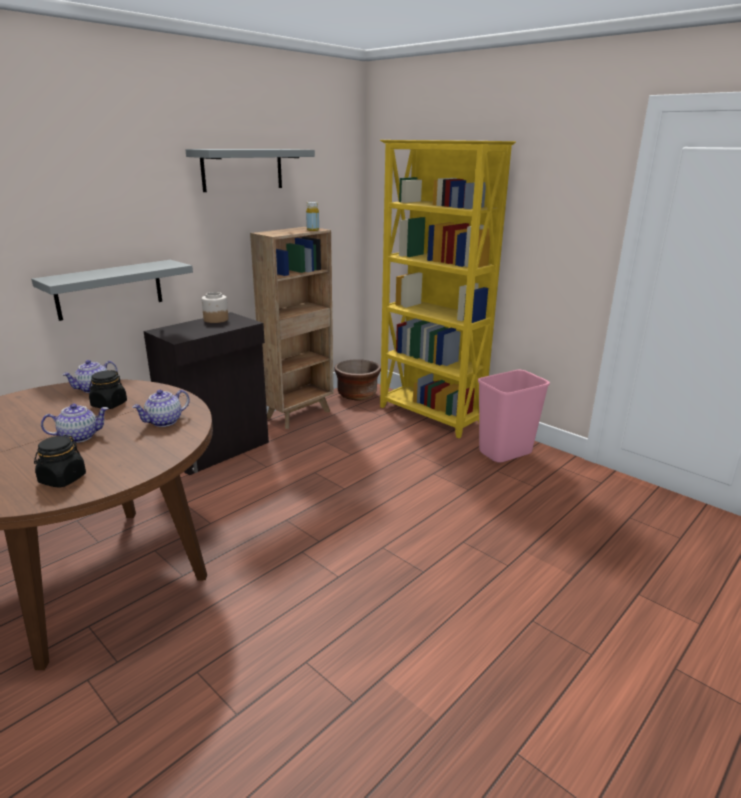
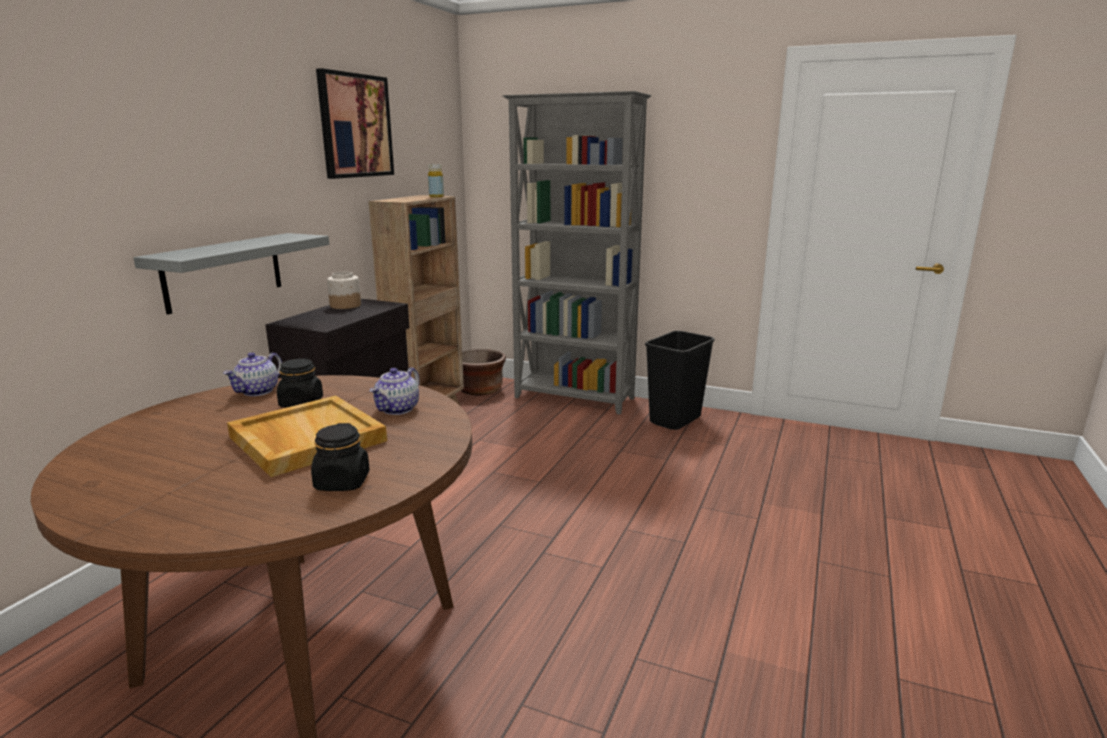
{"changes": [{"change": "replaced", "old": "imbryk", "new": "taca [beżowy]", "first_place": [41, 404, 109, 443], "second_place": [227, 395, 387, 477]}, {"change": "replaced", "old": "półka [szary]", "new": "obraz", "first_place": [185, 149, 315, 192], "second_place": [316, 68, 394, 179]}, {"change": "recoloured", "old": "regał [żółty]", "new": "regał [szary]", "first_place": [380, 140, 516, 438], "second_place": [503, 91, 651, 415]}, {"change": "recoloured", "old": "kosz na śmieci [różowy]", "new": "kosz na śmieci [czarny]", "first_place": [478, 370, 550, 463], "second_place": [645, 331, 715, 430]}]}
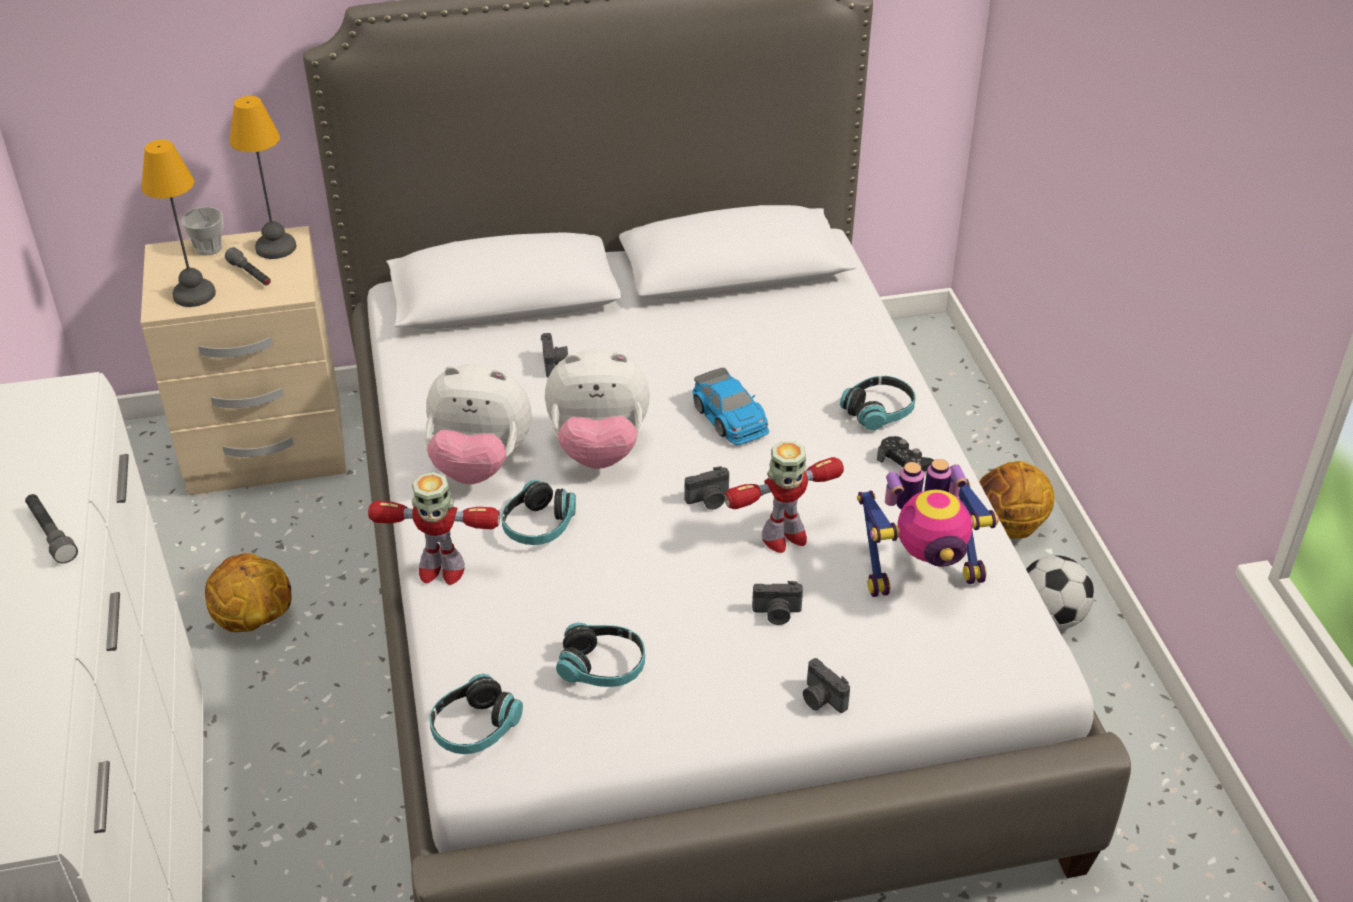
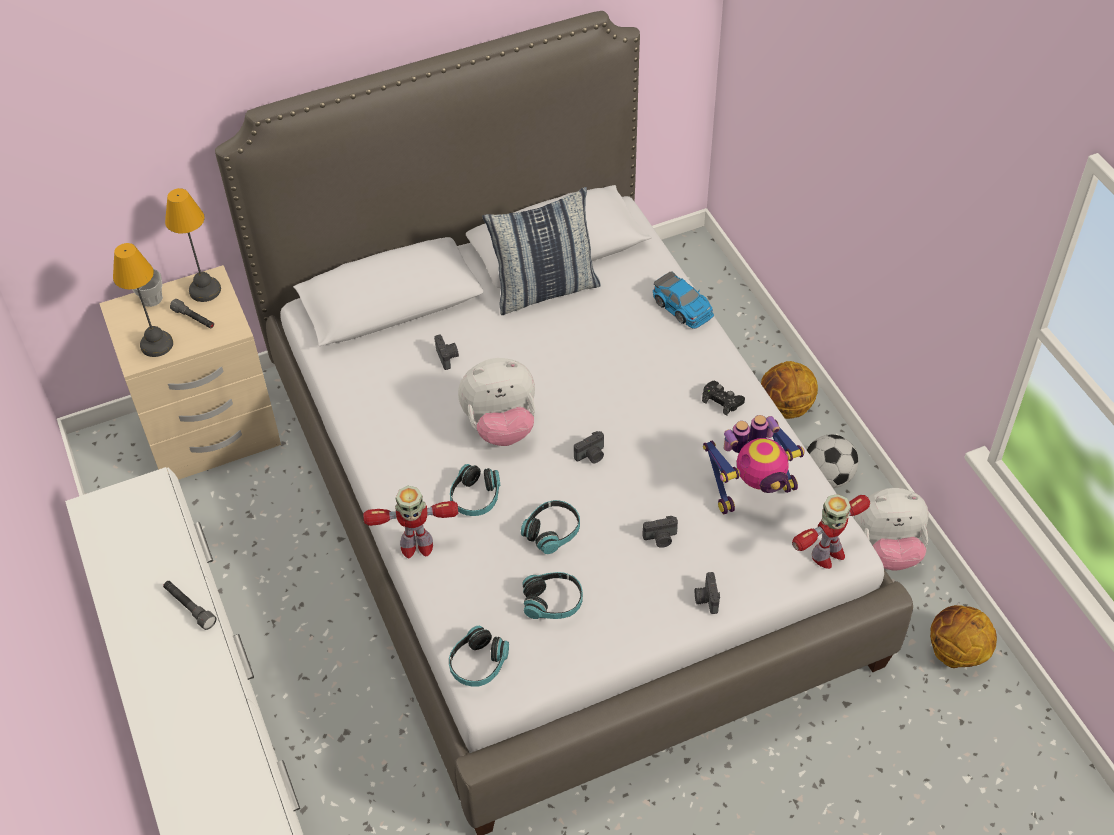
{"changes": [{"change": "added", "new": "poduszka", "second_place": [483, 187, 601, 315]}, {"change": "moved", "old": "słuchawki", "first_place": [840, 376, 916, 430], "second_place": [521, 500, 580, 554]}, {"change": "moved", "old": "samochodzik", "first_place": [692, 368, 769, 445], "second_place": [653, 271, 714, 329]}, {"change": "turned", "old": "aparat fotograficzny", "first_place": [803, 658, 850, 713], "second_place": [695, 572, 720, 614], "degrees": 45}, {"change": "moved", "old": "robot zabawkowy", "first_place": [724, 441, 844, 553], "second_place": [792, 494, 870, 569]}, {"change": "moved", "old": "pluszak", "first_place": [425, 363, 531, 484], "second_place": [855, 488, 929, 571]}, {"change": "moved", "old": "piłka do koszykówki", "first_place": [205, 553, 292, 632], "second_place": [930, 605, 997, 668]}]}
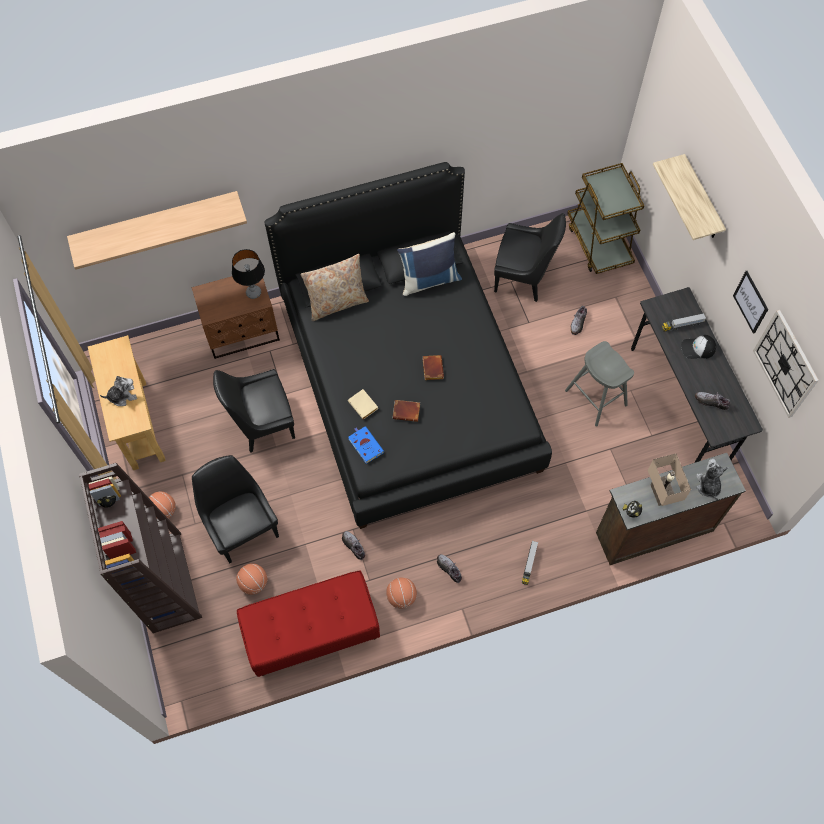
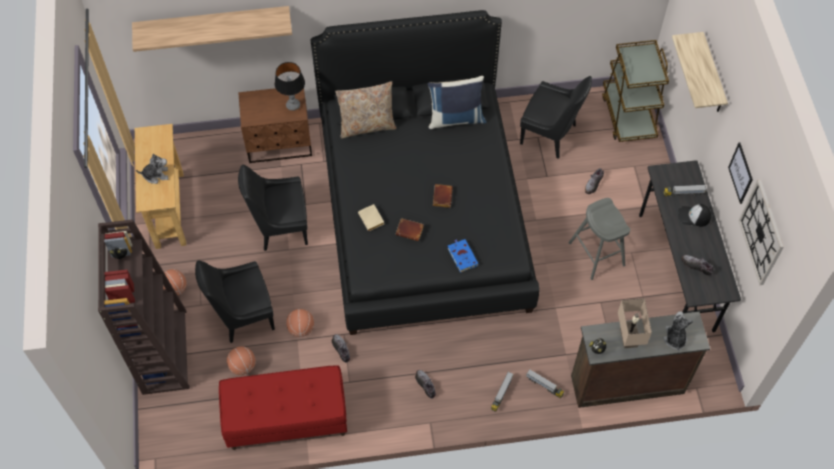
{"changes": [{"change": "turned", "old": "krzesło [czarny]", "first_place": [192, 455, 279, 563], "second_place": [195, 260, 275, 343], "degrees": -90}, {"change": "moved", "old": "piłka do koszykówki", "first_place": [386, 577, 417, 608], "second_place": [286, 309, 314, 337]}, {"change": "moved", "old": "książka [niebieski]", "first_place": [348, 426, 384, 464], "second_place": [448, 239, 479, 273]}, {"change": "added", "new": "ciężarówka zabawkowa", "second_place": [526, 369, 564, 398]}]}
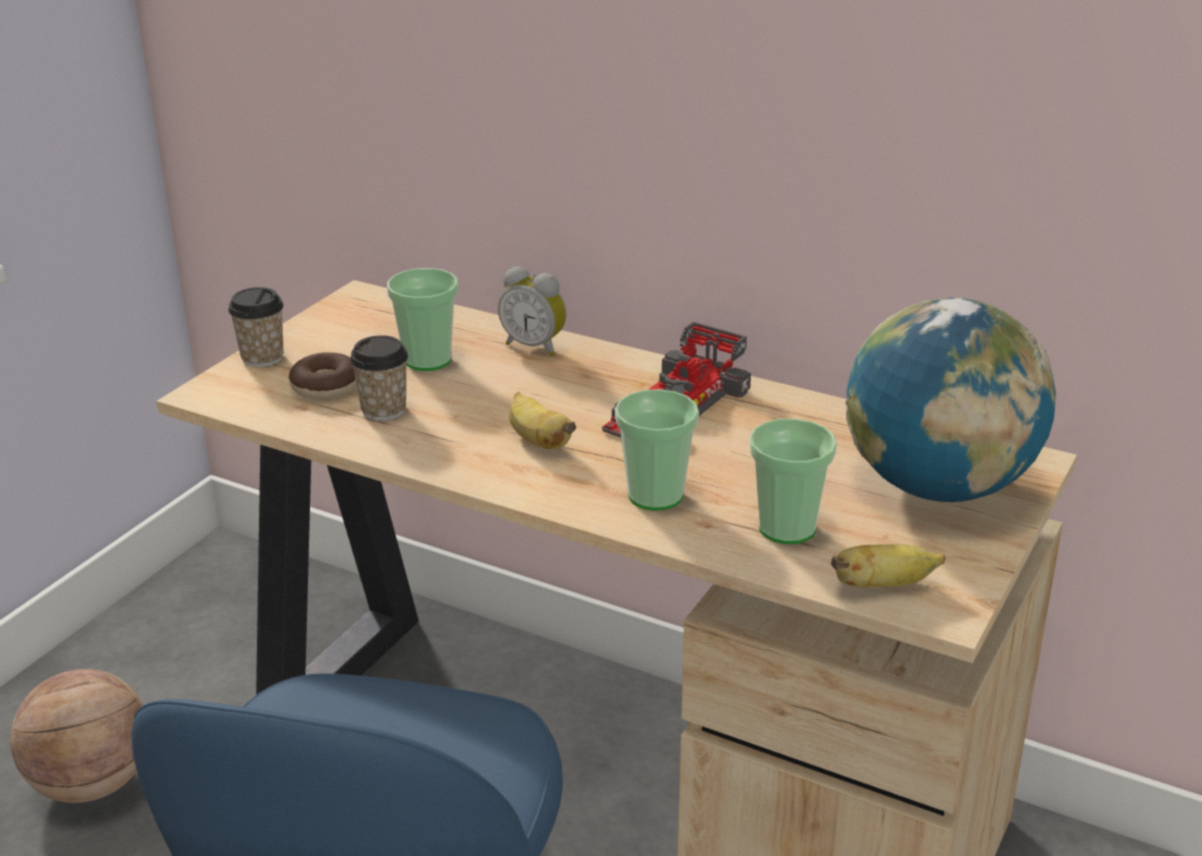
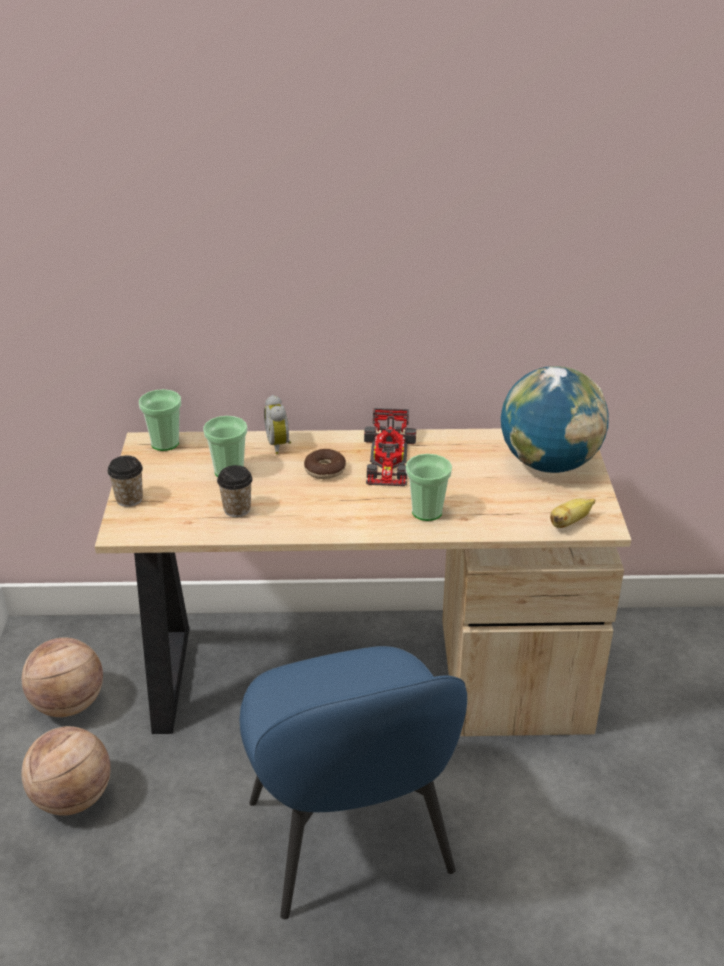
{"changes": [{"change": "added", "new": "piłka do koszykówki", "second_place": [22, 638, 103, 717]}, {"change": "moved", "old": "filiżanka", "first_place": [749, 419, 837, 544], "second_place": [139, 389, 181, 451]}, {"change": "turned", "old": "budzik", "first_place": [498, 266, 567, 356], "second_place": [264, 395, 291, 454], "degrees": 75}, {"change": "moved", "old": "donut", "first_place": [289, 352, 356, 399], "second_place": [304, 449, 346, 479]}, {"change": "removed", "old": "banan", "first_place": [509, 392, 576, 449]}]}
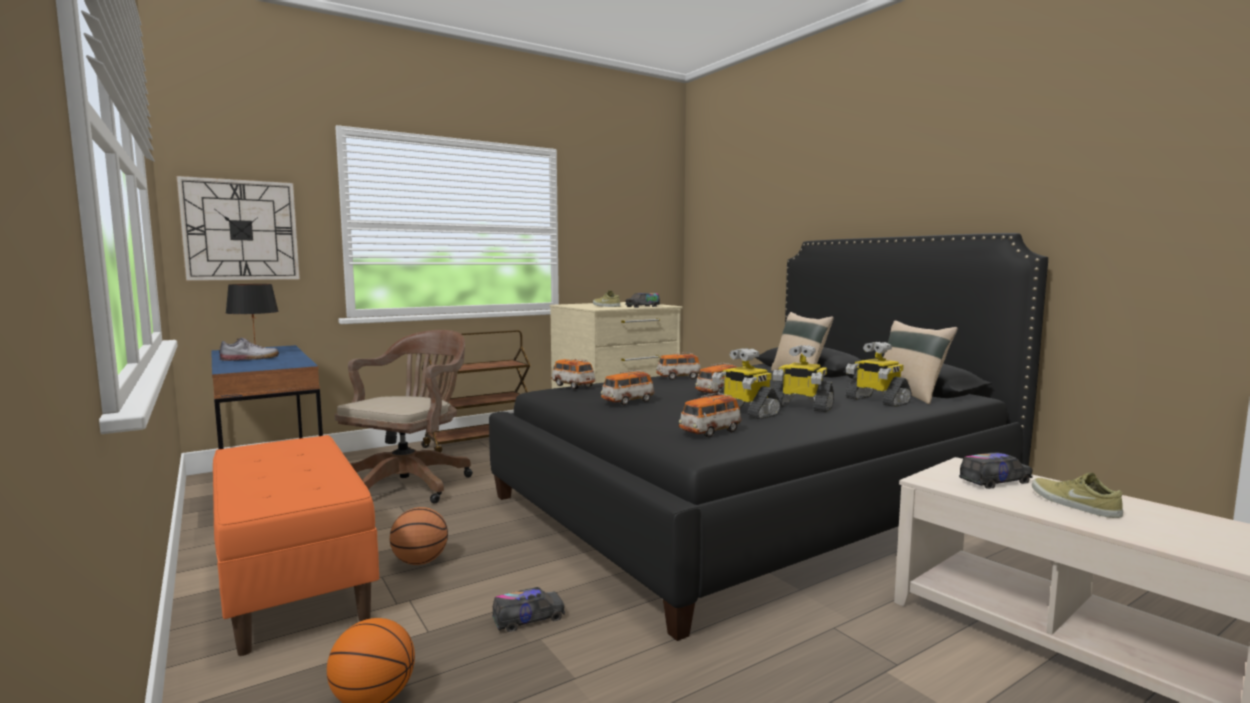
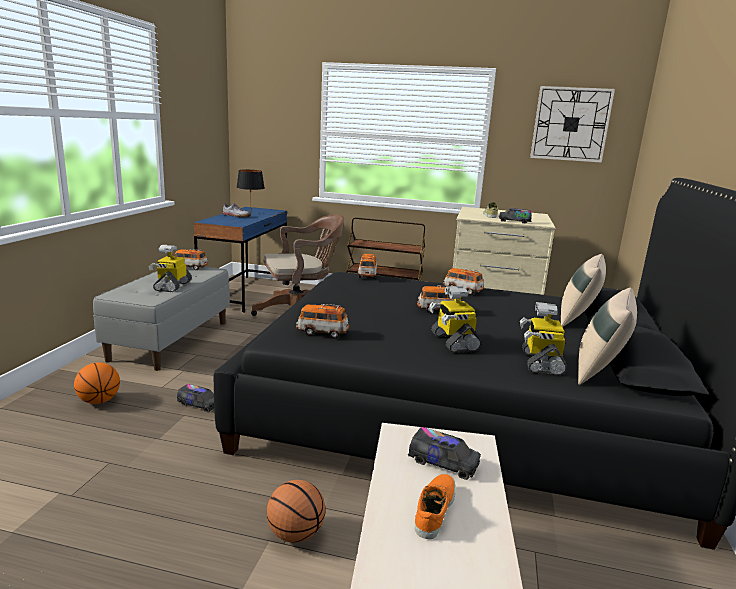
{"changes": [{"change": "recoloured", "old": "ławka [pomarańczowy]", "new": "ławka [szary]", "first_place": [213, 435, 379, 656], "second_place": [93, 266, 230, 371]}, {"change": "moved", "old": "robot zabawkowy", "first_place": [712, 348, 781, 420], "second_place": [149, 245, 192, 292]}, {"change": "moved", "old": "samochodzik", "first_place": [601, 369, 655, 405], "second_place": [174, 249, 208, 270]}, {"change": "moved", "old": "piłka do koszykówki", "first_place": [390, 507, 448, 565], "second_place": [267, 480, 325, 543]}, {"change": "recoloured", "old": "but [beżowy]", "new": "but [pomarańczowy]", "first_place": [1032, 473, 1123, 518], "second_place": [415, 474, 456, 539]}, {"change": "moved", "old": "zegar ścienny", "first_place": [177, 176, 300, 281], "second_place": [530, 86, 615, 163]}]}
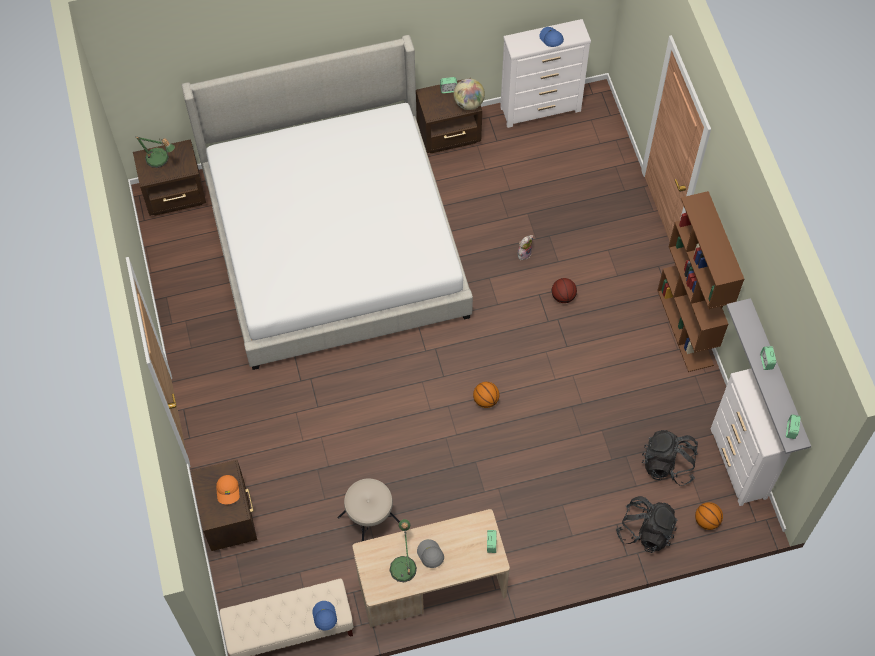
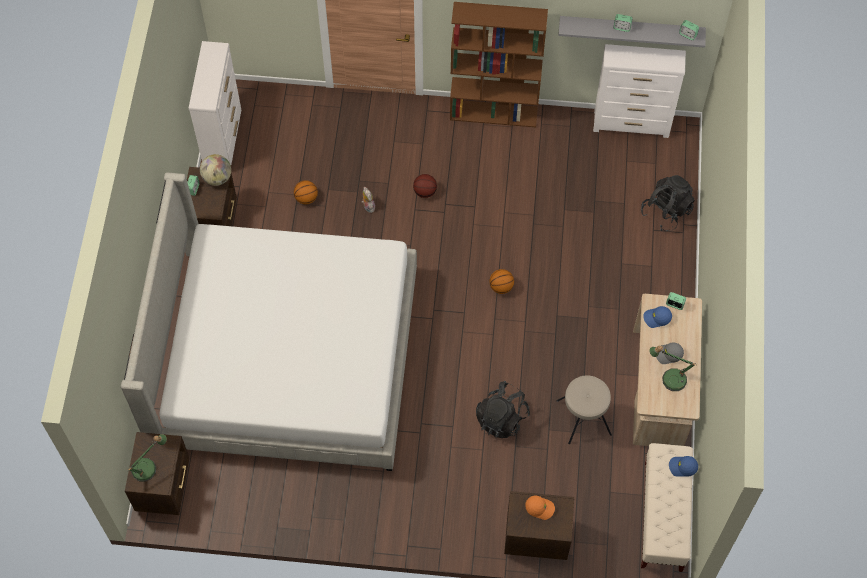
{"changes": [{"change": "moved", "old": "piłka do koszykówki", "first_place": [695, 502, 723, 530], "second_place": [294, 180, 318, 204]}, {"change": "moved", "old": "plecak [czarny]", "first_place": [642, 430, 698, 486], "second_place": [476, 381, 530, 438]}, {"change": "moved", "old": "czapka z daszkiem [niebieski]", "first_place": [539, 27, 564, 47], "second_place": [643, 306, 672, 328]}]}
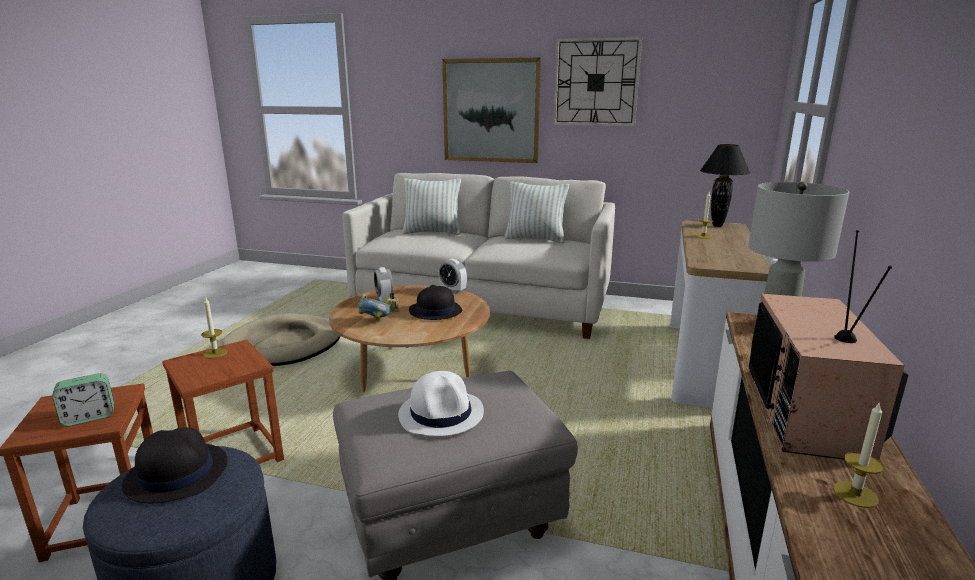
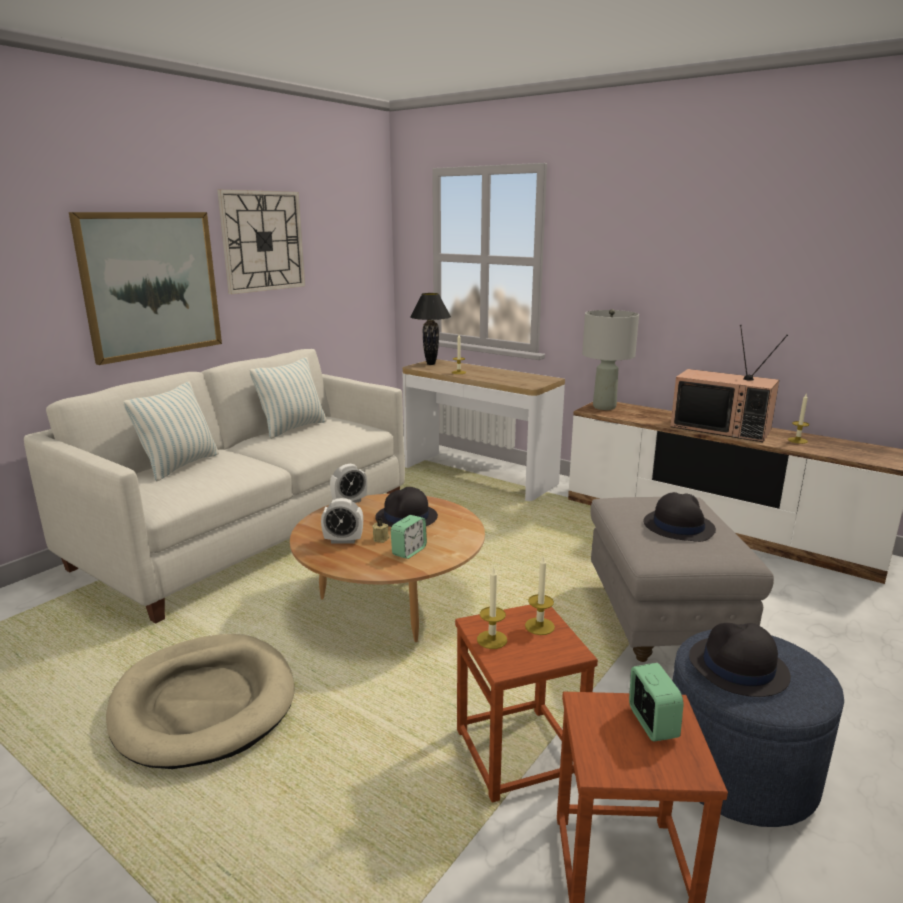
{"changes": [{"change": "replaced", "old": "miska", "new": "budzik", "first_place": [358, 294, 392, 320], "second_place": [391, 515, 427, 559]}, {"change": "added", "new": "świeca", "second_place": [525, 555, 555, 635]}, {"change": "recoloured", "old": "kapelusz [biały]", "new": "kapelusz [czarny]", "first_place": [398, 371, 484, 436], "second_place": [643, 492, 716, 542]}]}
